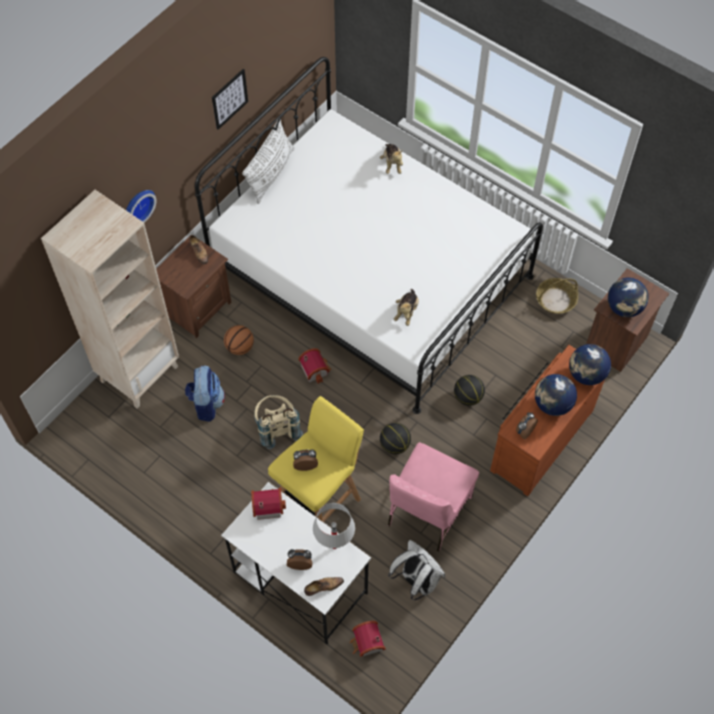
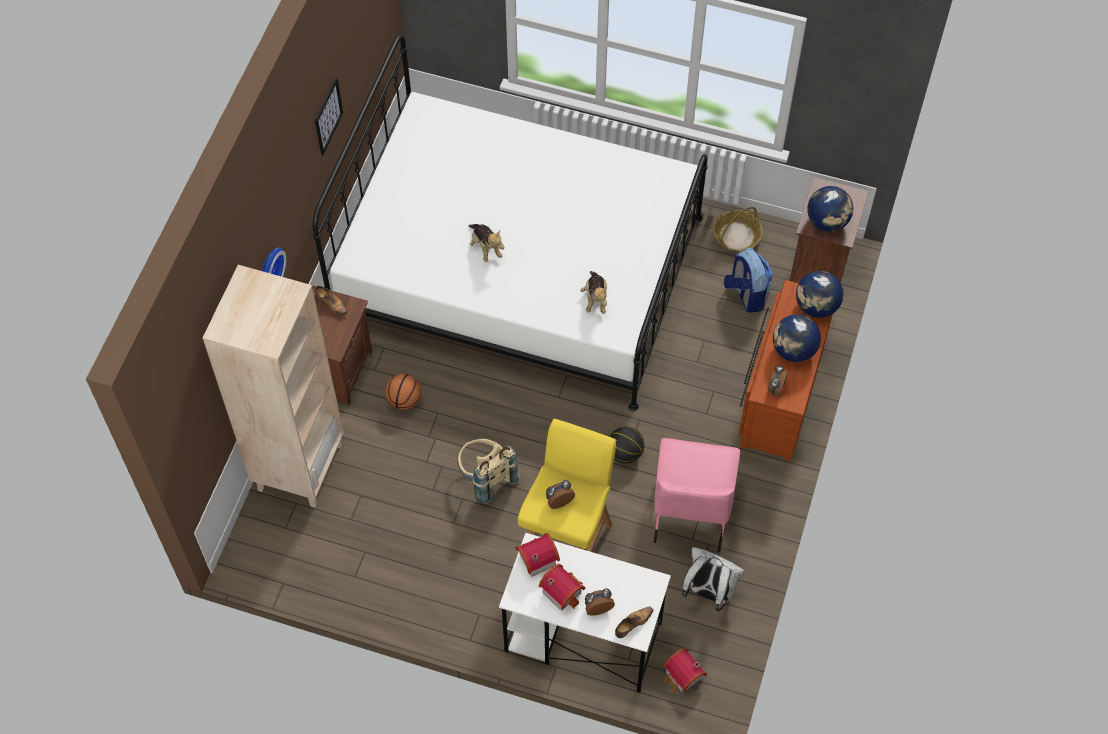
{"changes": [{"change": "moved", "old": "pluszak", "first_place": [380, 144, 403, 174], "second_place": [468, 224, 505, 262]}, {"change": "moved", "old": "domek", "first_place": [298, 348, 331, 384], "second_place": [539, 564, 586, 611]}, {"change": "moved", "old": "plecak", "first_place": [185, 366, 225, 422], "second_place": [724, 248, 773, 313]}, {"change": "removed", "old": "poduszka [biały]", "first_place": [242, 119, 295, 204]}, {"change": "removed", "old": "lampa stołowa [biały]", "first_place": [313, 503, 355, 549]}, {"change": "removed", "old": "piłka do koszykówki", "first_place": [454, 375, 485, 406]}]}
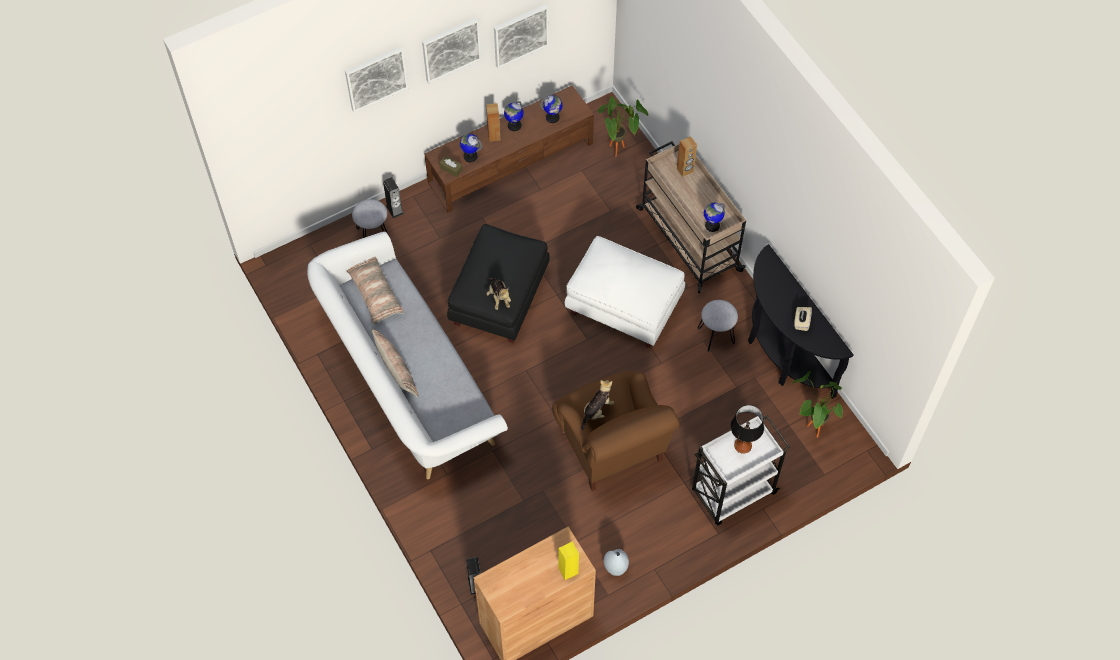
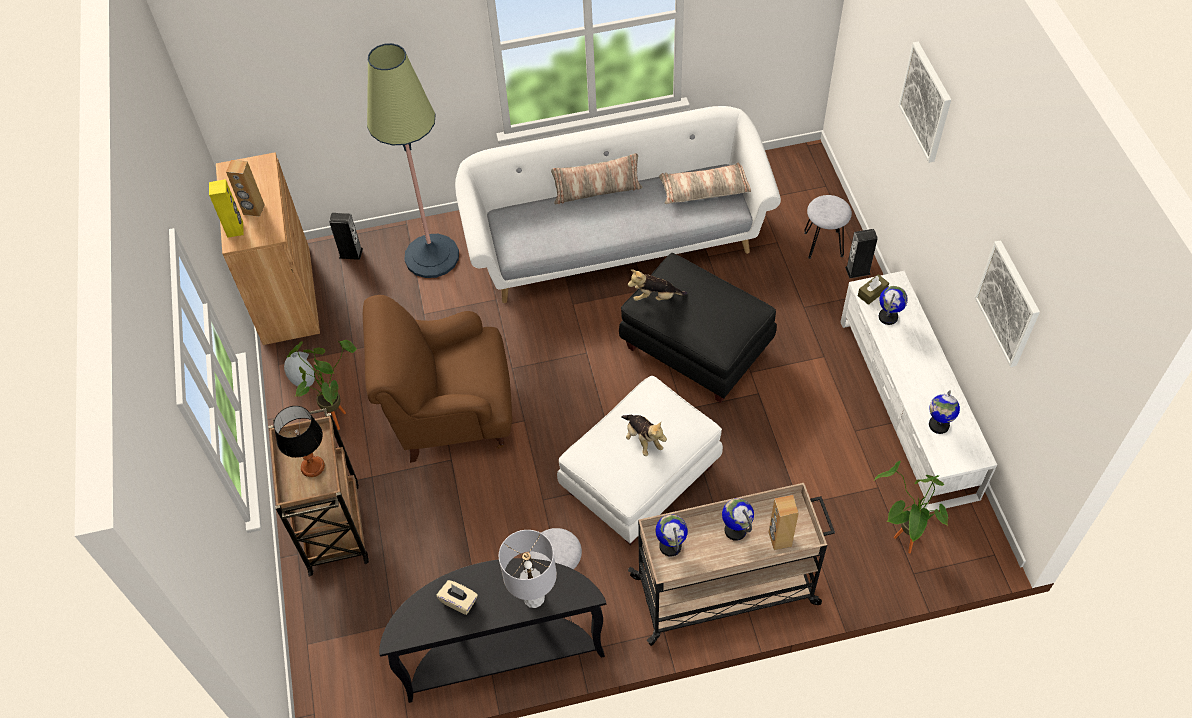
{"changes": [{"change": "moved", "old": "głośnik [brązowy]", "first_place": [486, 103, 501, 142], "second_place": [226, 160, 265, 217]}, {"change": "recoloured", "old": "wózek [biały]", "new": "wózek [brązowy]", "first_place": [692, 415, 790, 525], "second_place": [268, 408, 369, 577]}, {"change": "moved", "old": "roślina doniczkowa", "first_place": [792, 371, 843, 438], "second_place": [287, 340, 357, 430]}, {"change": "added", "new": "lampa stojąca", "second_place": [367, 43, 459, 278]}, {"change": "added", "new": "lampa stołowa [szary]", "second_place": [499, 530, 557, 608]}, {"change": "moved", "old": "pluszak", "first_place": [581, 380, 614, 430], "second_place": [621, 415, 667, 456]}, {"change": "moved", "old": "globus", "first_place": [504, 101, 524, 131], "second_place": [722, 498, 754, 541]}, {"change": "recoloured", "old": "szafka pod telewizor [brązowy]", "new": "szafka pod telewizor [biały]", "first_place": [424, 85, 594, 213], "second_place": [840, 271, 997, 512]}, {"change": "removed", "old": "obraz", "first_place": [422, 17, 481, 83]}]}
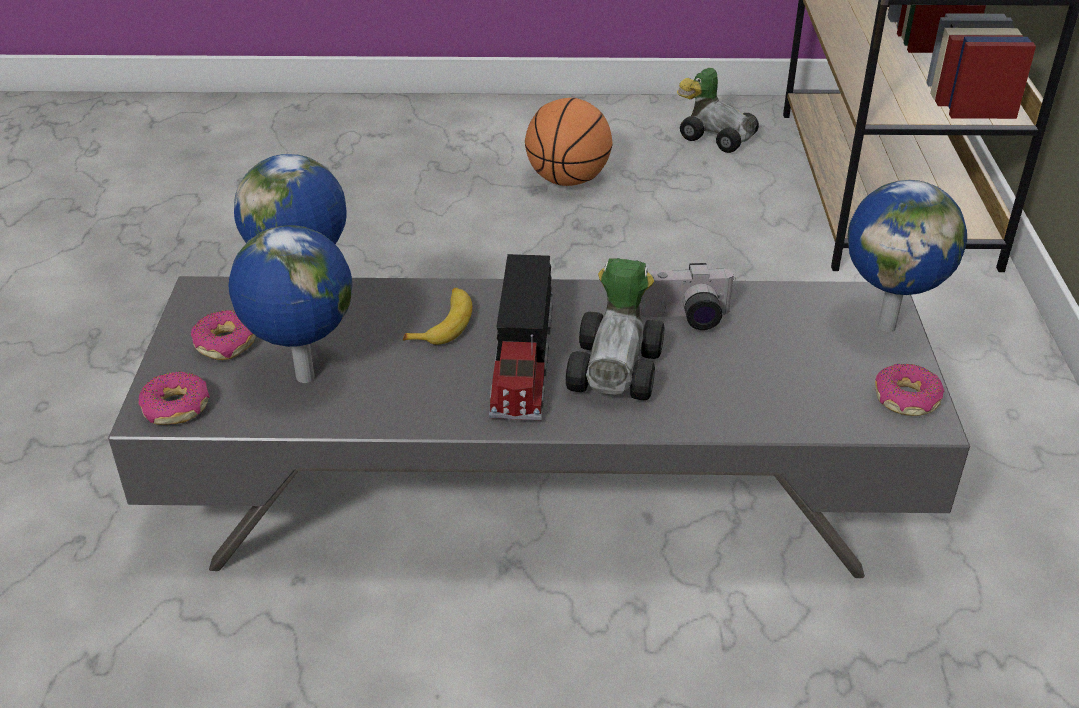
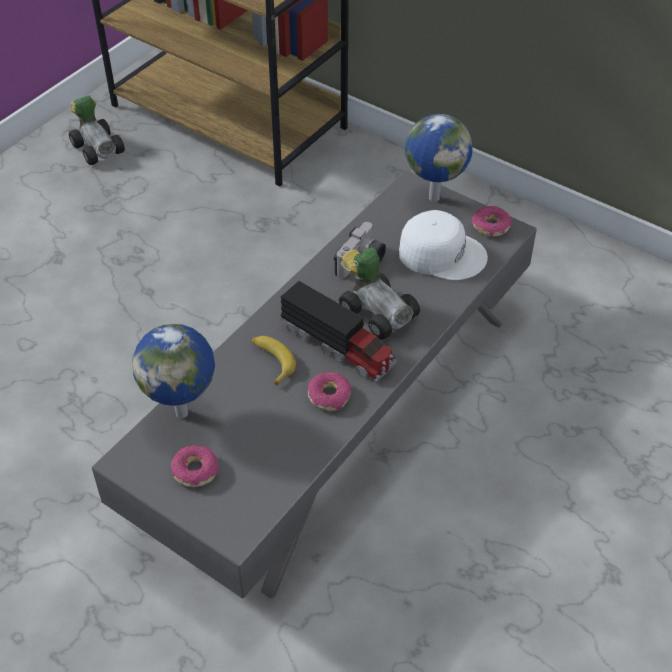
{"changes": [{"change": "turned", "old": "samochodzik", "first_place": [677, 68, 759, 153], "second_place": [69, 96, 125, 165], "degrees": 75}, {"change": "moved", "old": "donut", "first_place": [138, 371, 210, 425], "second_place": [308, 372, 352, 411]}, {"change": "added", "new": "czapka z daszkiem [biały]", "second_place": [399, 210, 488, 280]}, {"change": "removed", "old": "globus", "first_place": [228, 225, 352, 383]}, {"change": "removed", "old": "piłka do koszykówki", "first_place": [525, 98, 613, 186]}]}
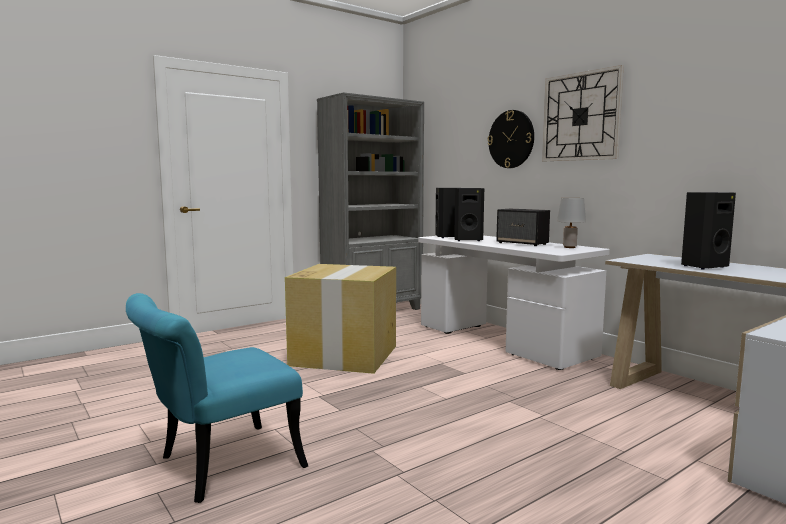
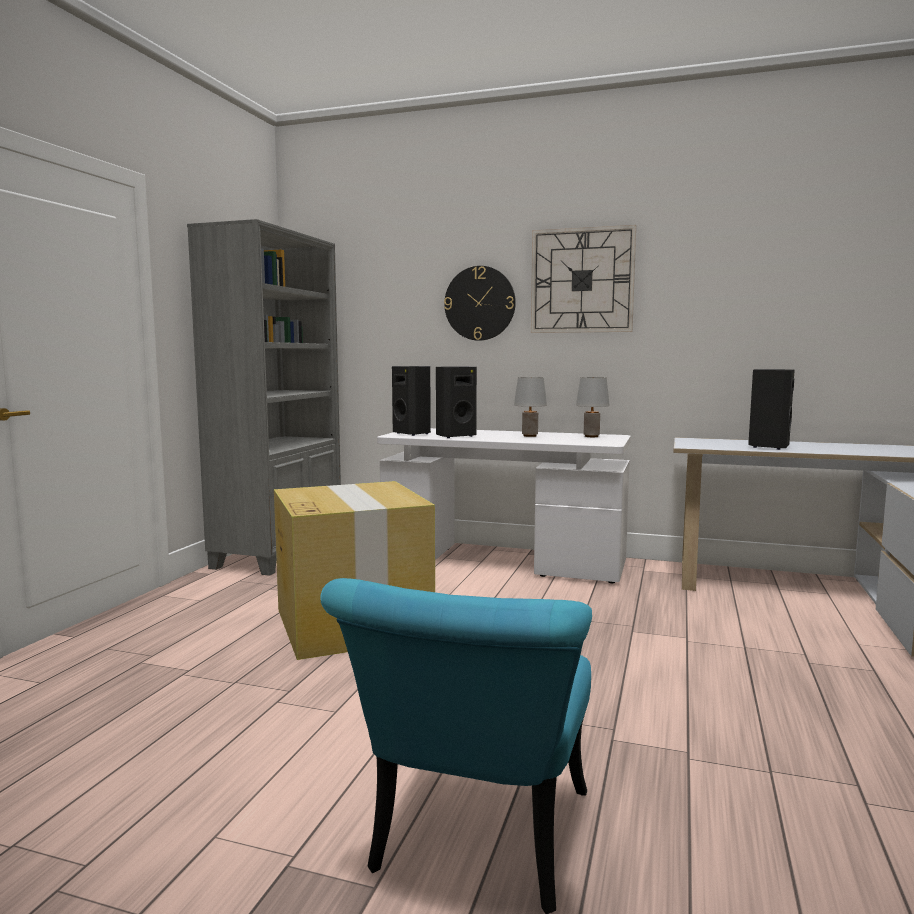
{"changes": [{"change": "replaced", "old": "głośnik", "new": "lampa stołowa [szary]", "first_place": [496, 209, 550, 246], "second_place": [514, 377, 547, 437]}]}
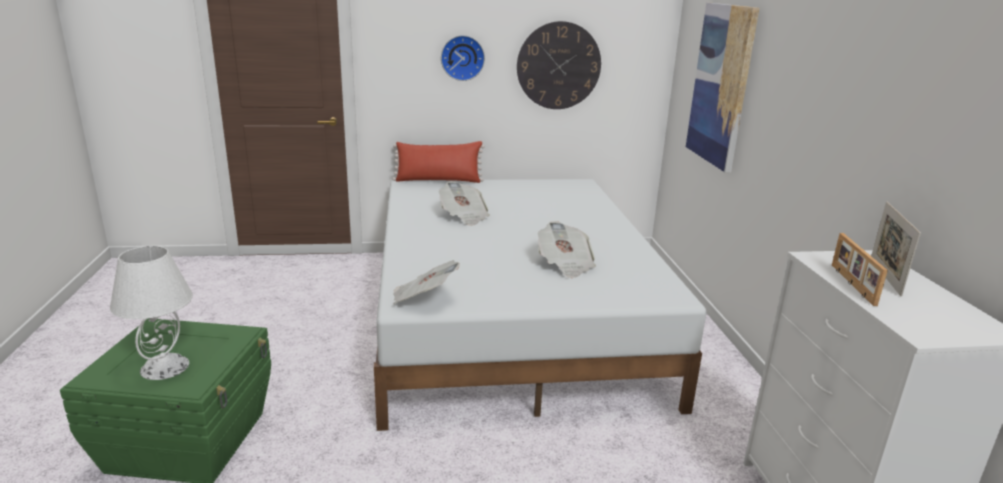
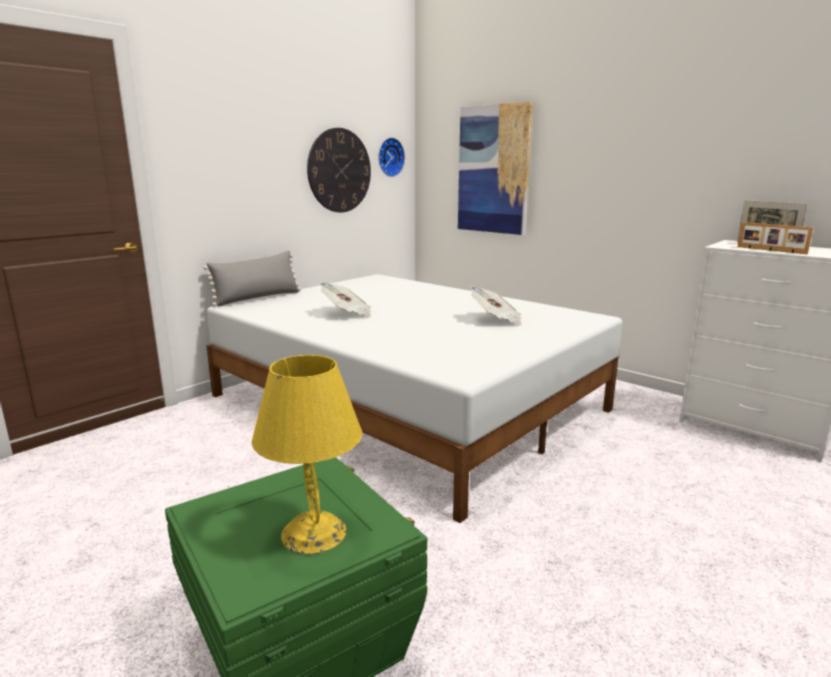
{"changes": [{"change": "recoloured", "old": "poduszka [czerwony]", "new": "poduszka [szary]", "first_place": [392, 141, 485, 183], "second_place": [203, 251, 301, 307]}, {"change": "recoloured", "old": "lampa stołowa [biały]", "new": "lampa stołowa [żółty]", "first_place": [110, 246, 193, 380], "second_place": [252, 355, 362, 554]}, {"change": "moved", "old": "zegar ścienny", "first_place": [441, 35, 485, 81], "second_place": [378, 137, 405, 177]}, {"change": "removed", "old": "gazeta", "first_place": [393, 260, 460, 304]}]}
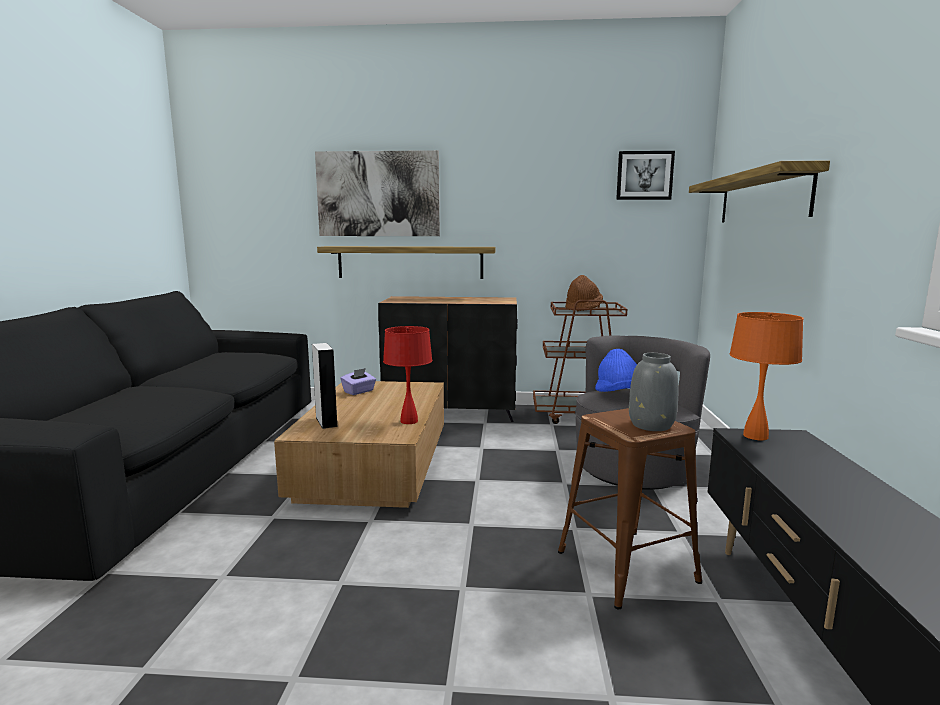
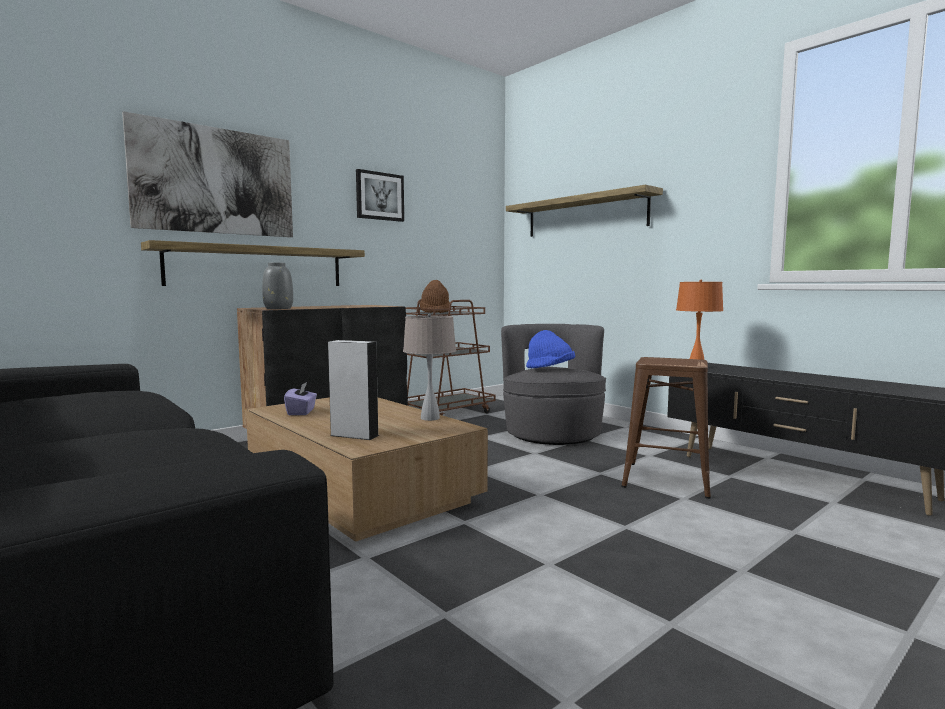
{"changes": [{"change": "moved", "old": "wazon [szary]", "first_place": [629, 353, 678, 431], "second_place": [262, 262, 293, 309]}, {"change": "moved", "old": "obraz", "first_place": [616, 151, 675, 200], "second_place": [356, 169, 404, 222]}, {"change": "recoloured", "old": "lampa stołowa [czerwony]", "new": "lampa stołowa [beżowy]", "first_place": [383, 326, 432, 424], "second_place": [403, 314, 456, 421]}]}
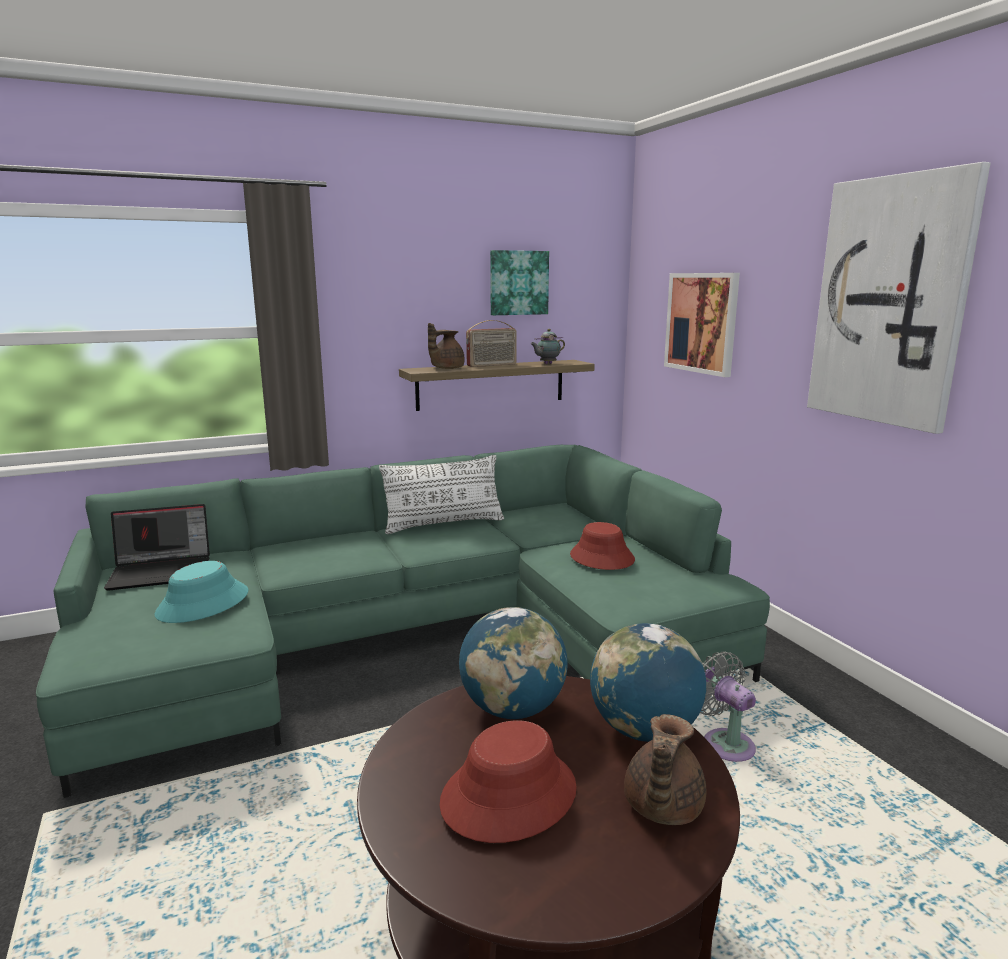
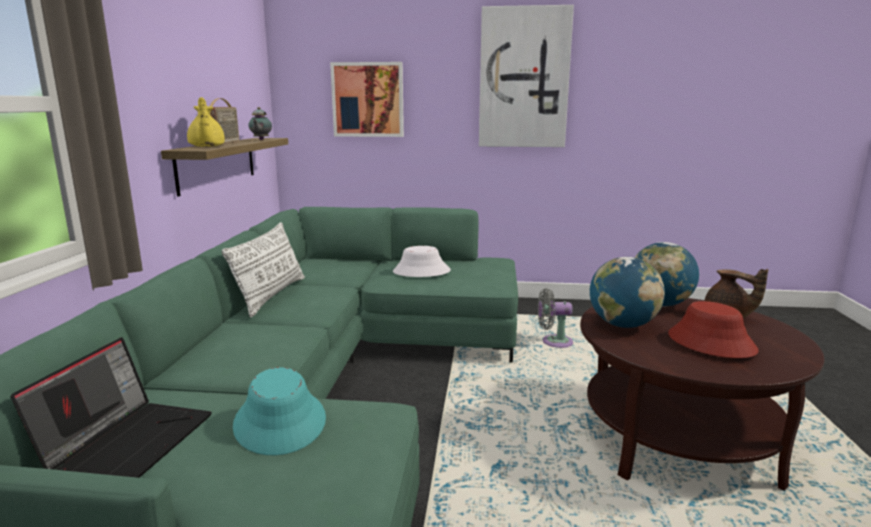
{"changes": [{"change": "recoloured", "old": "imbryk [brązowy]", "new": "imbryk [żółty]", "first_place": [428, 323, 465, 369], "second_place": [187, 97, 225, 147]}, {"change": "recoloured", "old": "kapelusz [czerwony]", "new": "kapelusz [biały]", "first_place": [570, 522, 635, 570], "second_place": [393, 246, 451, 277]}, {"change": "removed", "old": "obraz", "first_place": [490, 250, 549, 315]}]}
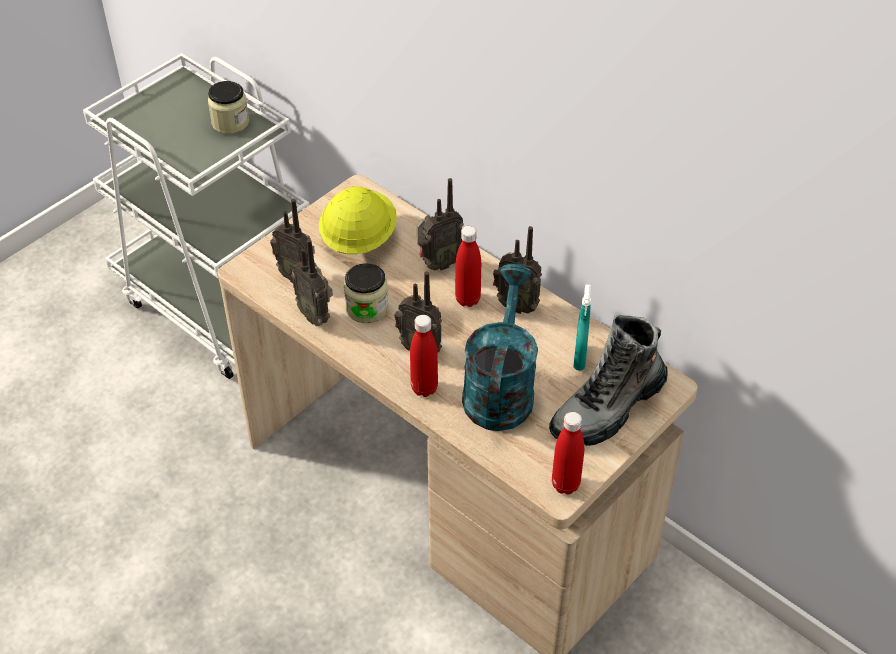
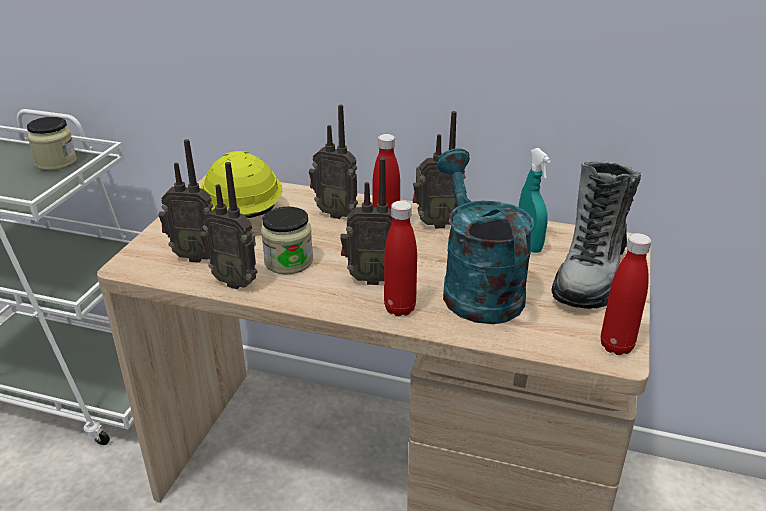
{"changes": [{"change": "turned", "old": "radio", "first_place": [417, 178, 464, 271], "second_place": [309, 105, 358, 219], "degrees": 75}]}
